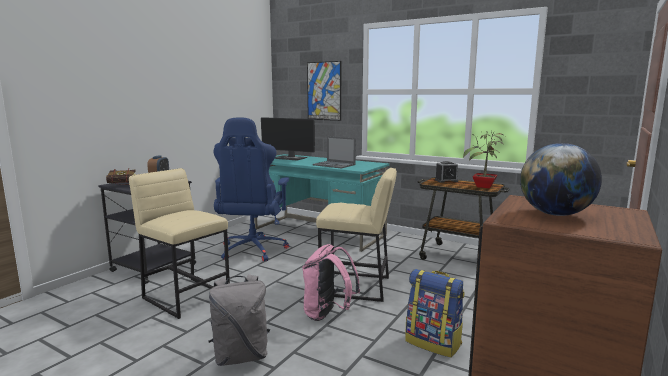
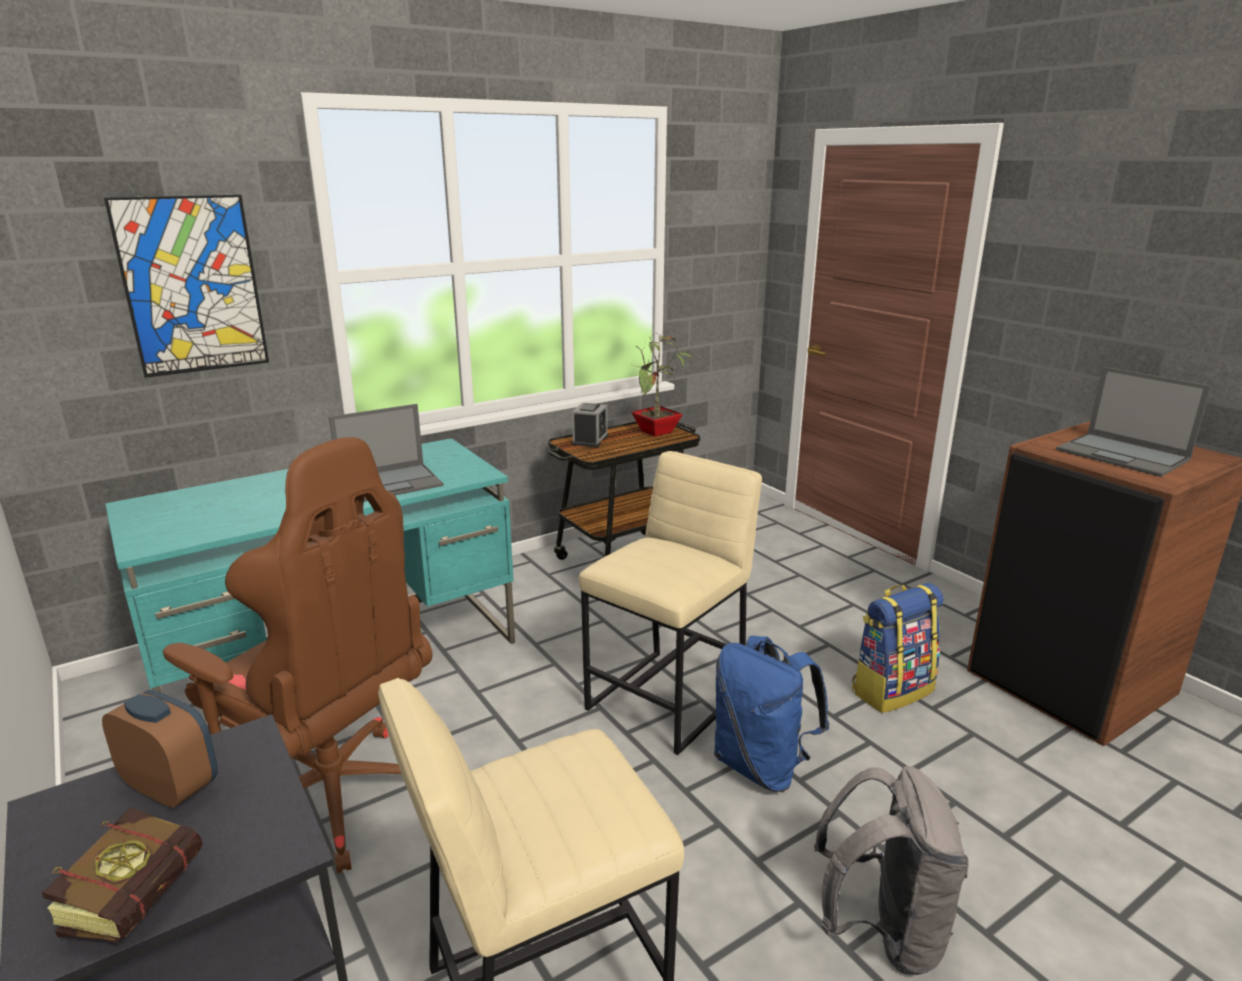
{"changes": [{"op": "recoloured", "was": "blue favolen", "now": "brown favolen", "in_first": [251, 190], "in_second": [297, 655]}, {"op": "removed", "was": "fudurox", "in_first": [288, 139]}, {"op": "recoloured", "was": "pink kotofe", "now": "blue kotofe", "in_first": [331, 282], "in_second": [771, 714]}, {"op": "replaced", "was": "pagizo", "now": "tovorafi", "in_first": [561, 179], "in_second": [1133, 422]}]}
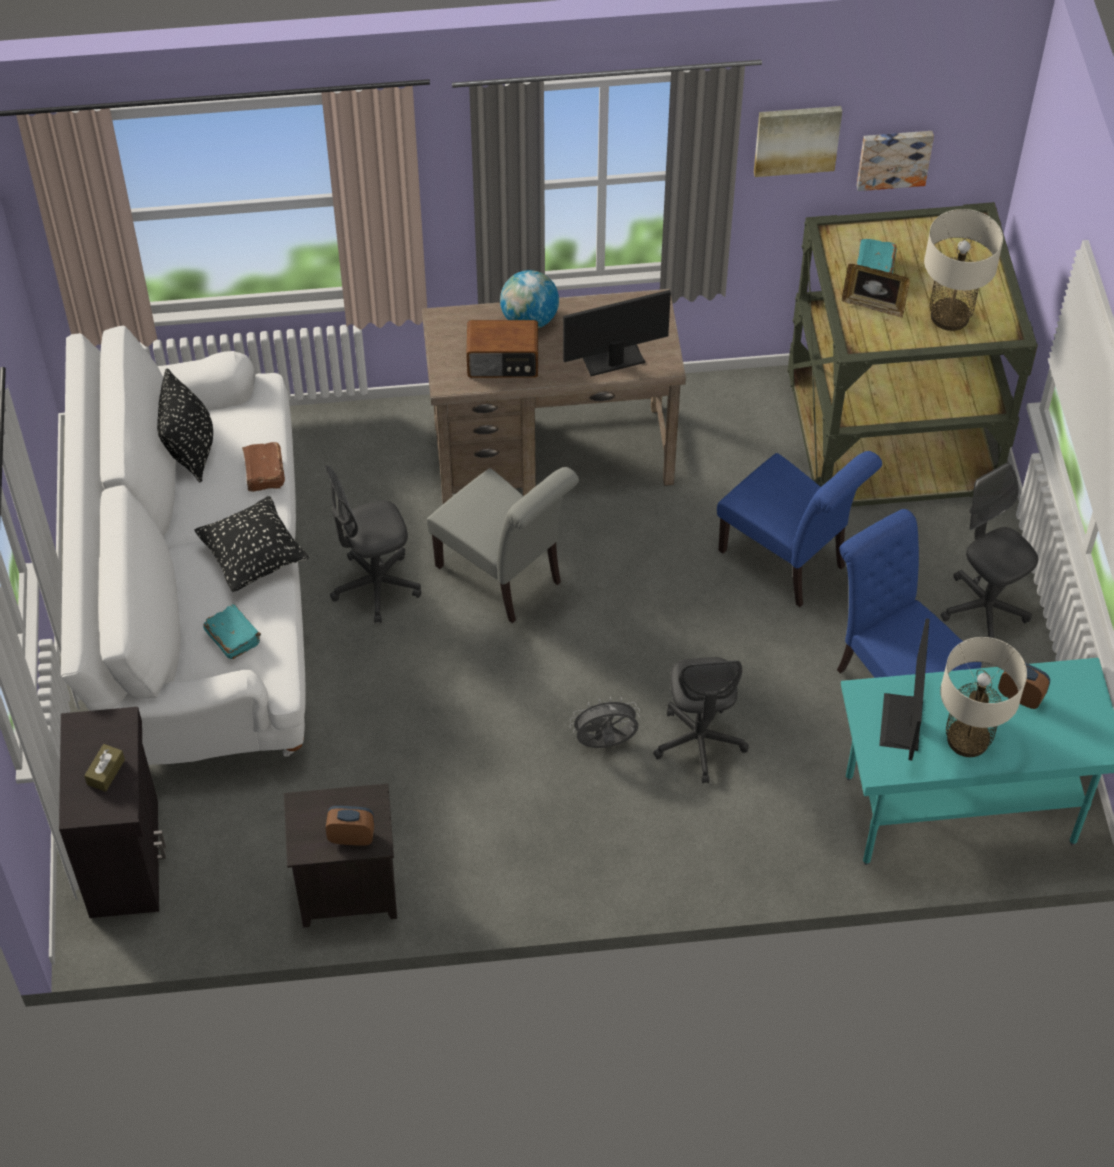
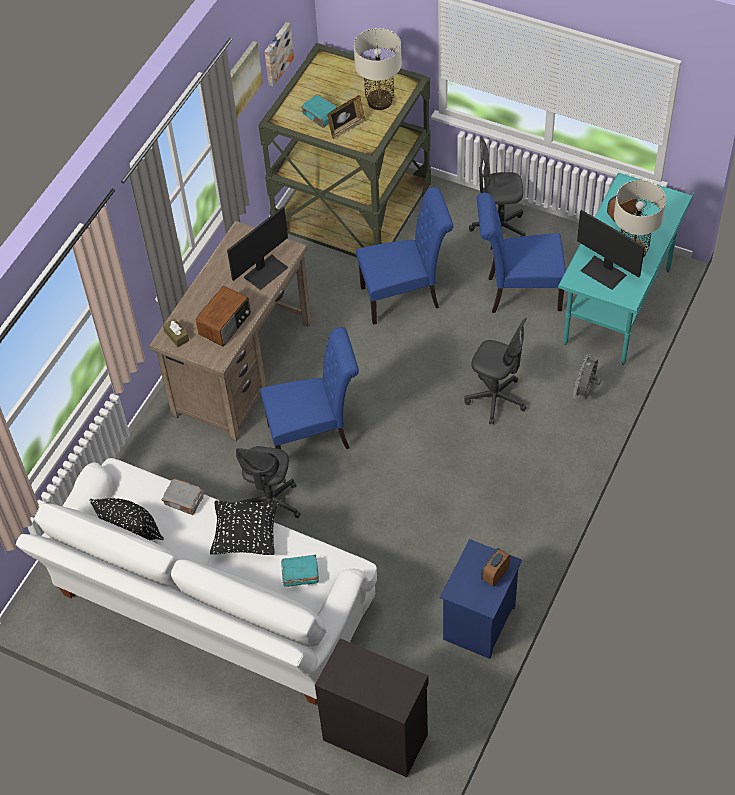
{"changes": [{"op": "moved", "was": "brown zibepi", "in_first": [104, 768], "in_second": [176, 333]}, {"op": "recoloured", "was": "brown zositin", "now": "grey zositin", "in_first": [263, 467], "in_second": [183, 497]}, {"op": "recoloured", "was": "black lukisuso", "now": "blue lukisuso", "in_first": [340, 856], "in_second": [481, 599]}, {"op": "recoloured", "was": "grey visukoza", "now": "blue visukoza", "in_first": [502, 545], "in_second": [309, 388]}, {"op": "removed", "was": "pagizo", "in_first": [529, 299]}, {"op": "turned", "was": "fudurox", "in_first": [617, 333], "in_second": [258, 248], "clockwise": -150}, {"op": "moved", "was": "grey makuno", "in_first": [605, 722], "in_second": [587, 376]}]}
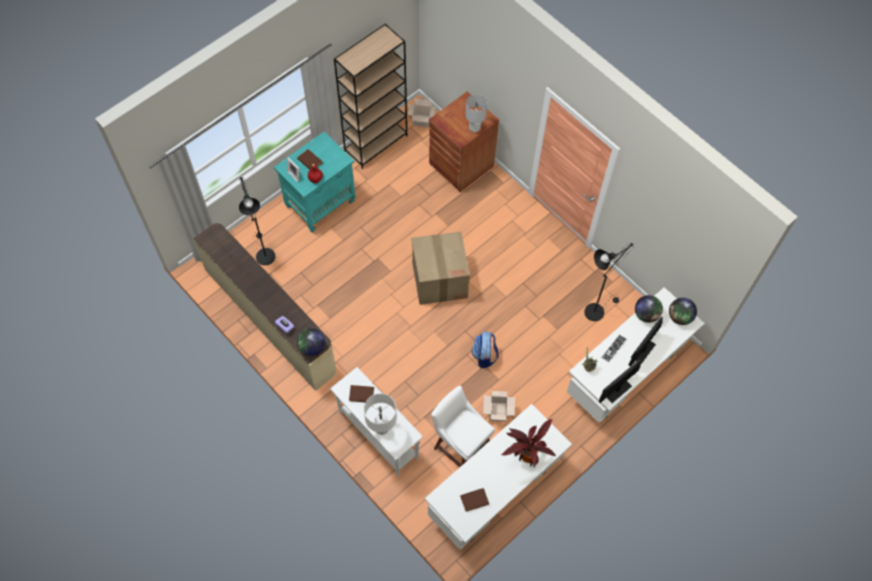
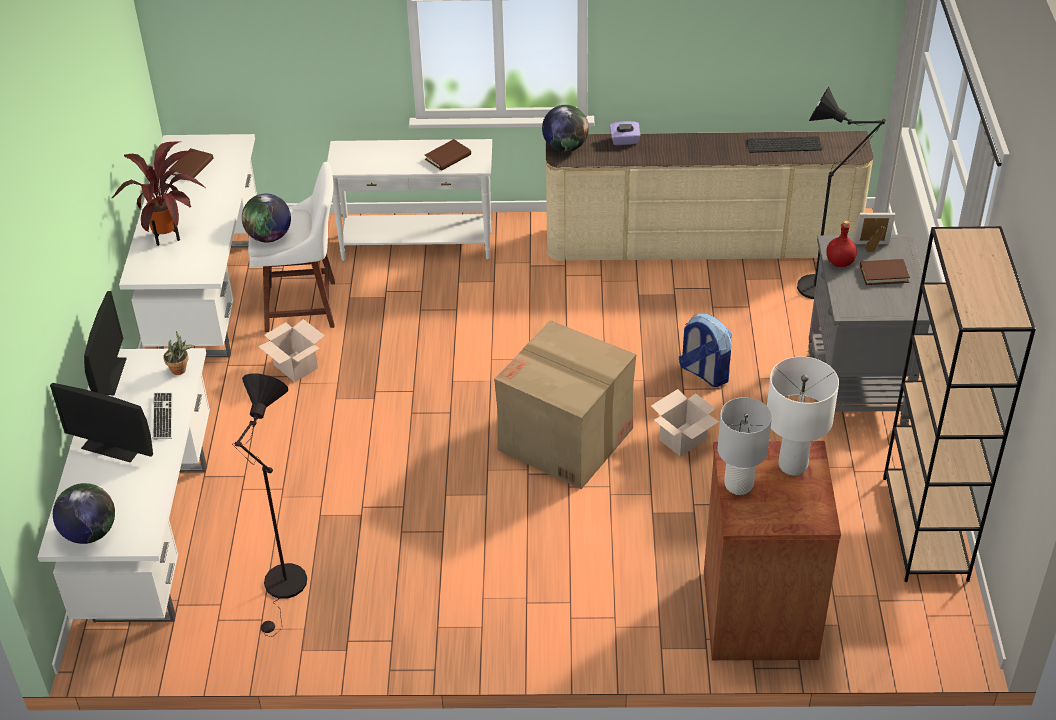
{"changes": [{"op": "recoloured", "was": "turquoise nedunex", "now": "grey nedunex", "in_first": [314, 182], "in_second": [869, 330]}, {"op": "moved", "was": "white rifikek", "in_first": [380, 414], "in_second": [803, 415]}, {"op": "moved", "was": "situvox", "in_first": [422, 113], "in_second": [685, 423]}, {"op": "moved", "was": "kotofe", "in_first": [485, 349], "in_second": [705, 350]}, {"op": "turned", "was": "fudurox", "in_first": [646, 341], "in_second": [101, 423], "clockwise": 120}, {"op": "moved", "was": "pagizo", "in_first": [649, 309], "in_second": [266, 218]}, {"op": "added", "now": "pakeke", "in_second": [784, 144]}]}
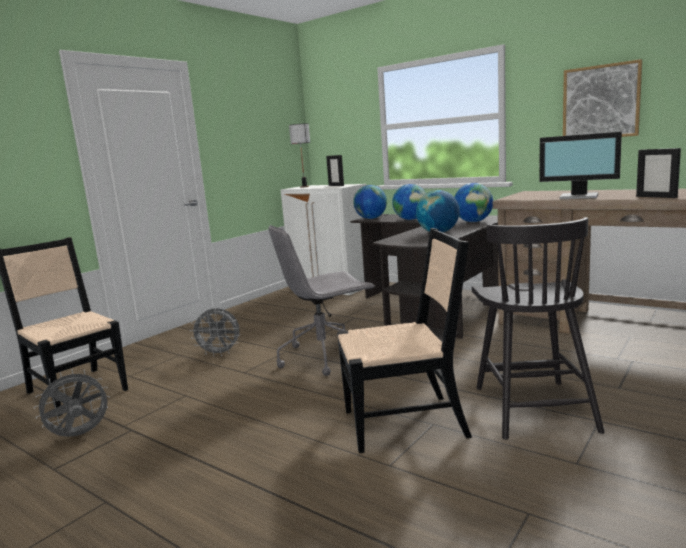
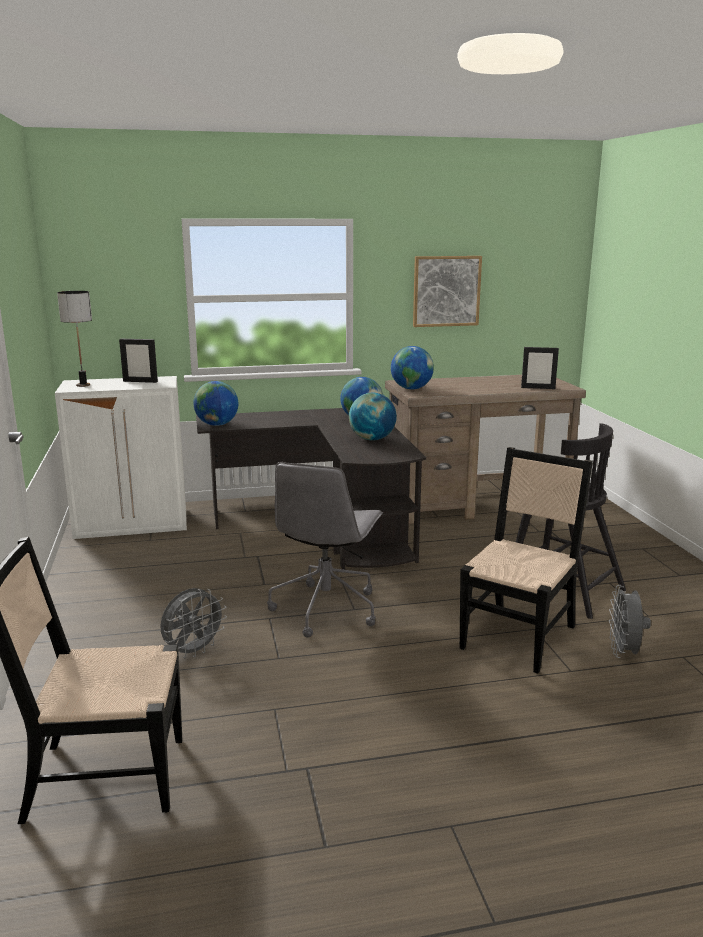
{"changes": [{"op": "moved", "was": "grey makuno", "in_first": [72, 403], "in_second": [630, 621]}, {"op": "moved", "was": "pagizo", "in_first": [409, 202], "in_second": [412, 368]}, {"op": "removed", "was": "fudurox", "in_first": [580, 165]}]}
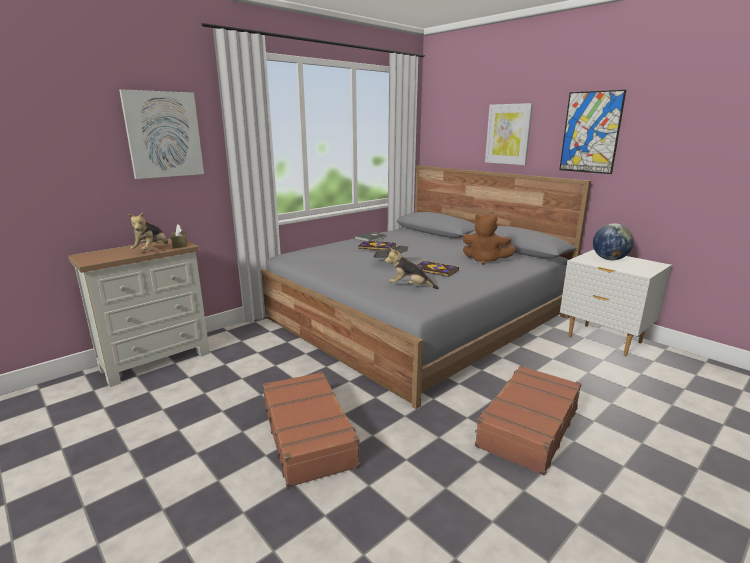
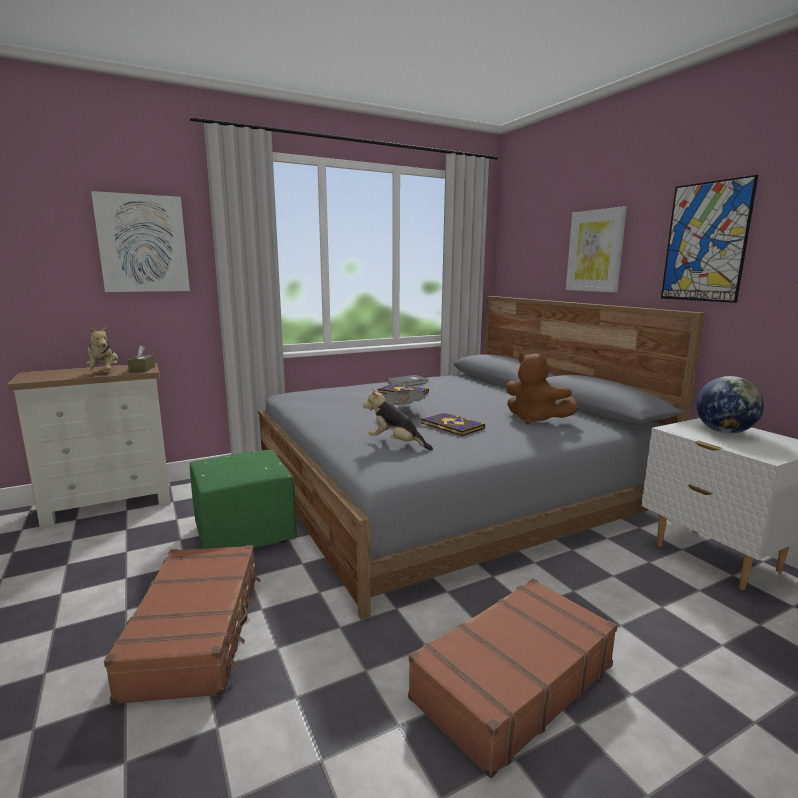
{"changes": [{"op": "turned", "was": "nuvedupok", "in_first": [148, 231], "in_second": [102, 348], "clockwise": -45}, {"op": "added", "now": "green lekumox", "in_second": [243, 499]}]}
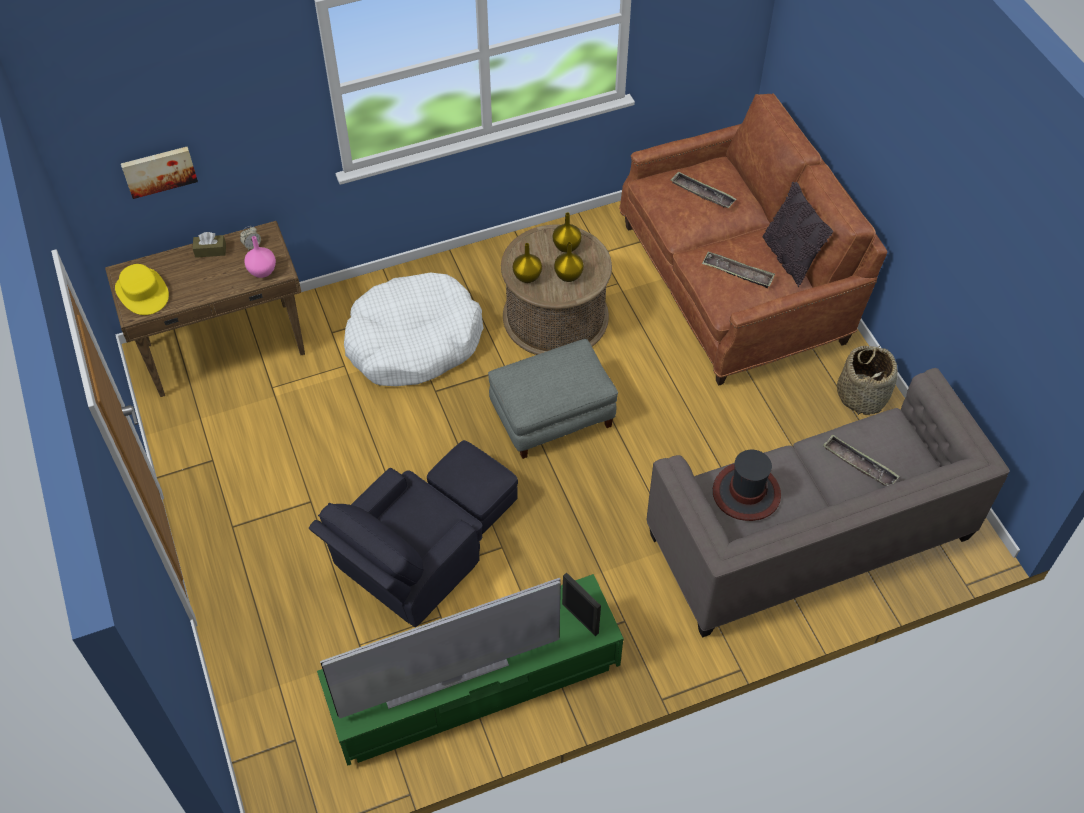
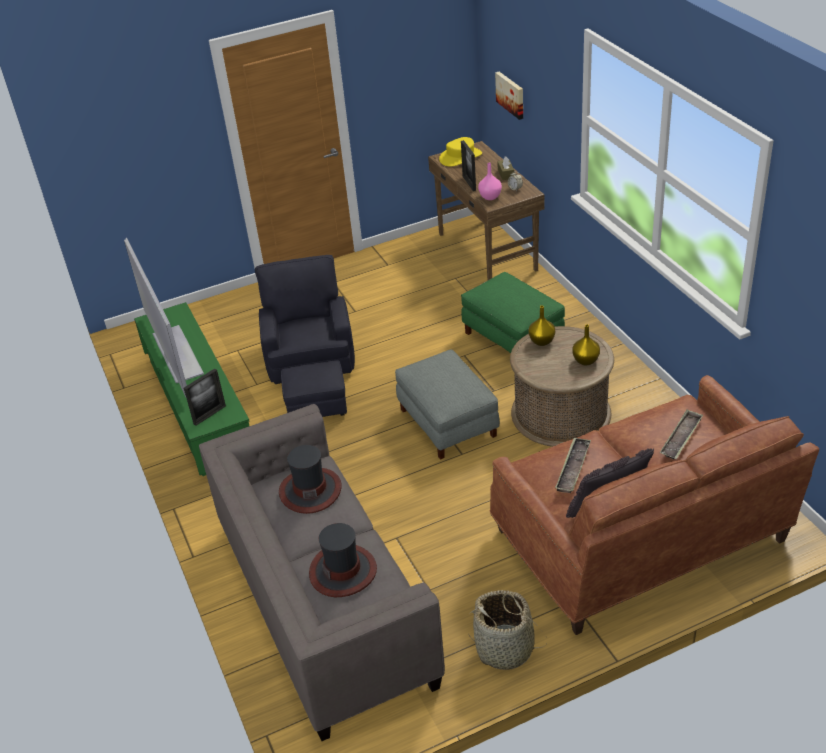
{"changes": [{"op": "turned", "was": "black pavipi", "in_first": [413, 533], "in_second": [305, 336], "clockwise": 45}, {"op": "replaced", "was": "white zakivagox", "now": "green lekumox", "in_first": [413, 329], "in_second": [513, 312]}, {"op": "removed", "was": "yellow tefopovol", "in_first": [569, 262]}, {"op": "replaced", "was": "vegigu", "now": "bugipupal", "in_first": [861, 460], "in_second": [343, 560]}, {"op": "added", "now": "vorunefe", "in_second": [468, 165]}]}
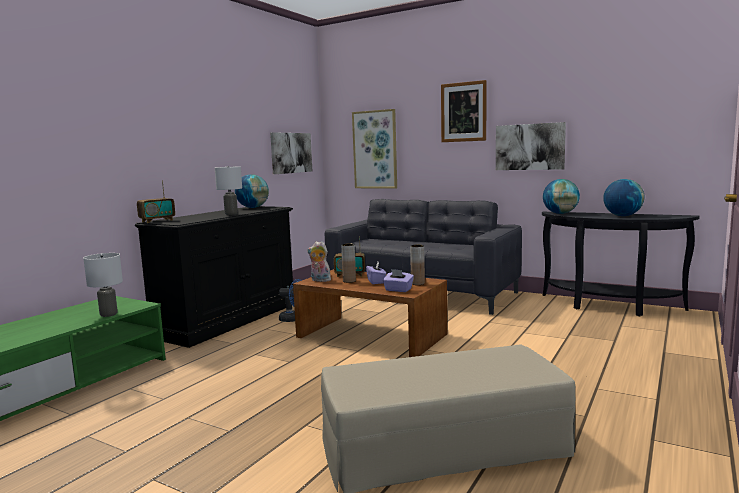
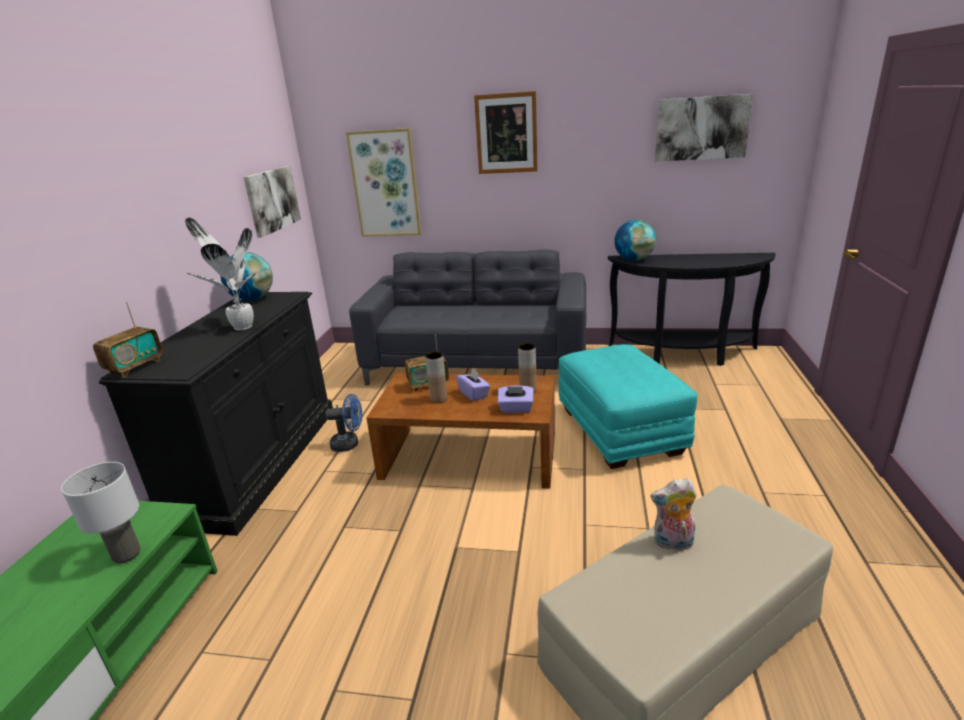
{"changes": [{"op": "replaced", "was": "white rifikek", "now": "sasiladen", "in_first": [228, 190], "in_second": [221, 274]}, {"op": "moved", "was": "nuvedupok", "in_first": [319, 261], "in_second": [674, 514]}, {"op": "moved", "was": "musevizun", "in_first": [531, 146], "in_second": [704, 127]}, {"op": "removed", "was": "pagizo", "in_first": [623, 197]}, {"op": "added", "now": "turquoise lekumox", "in_second": [627, 406]}]}
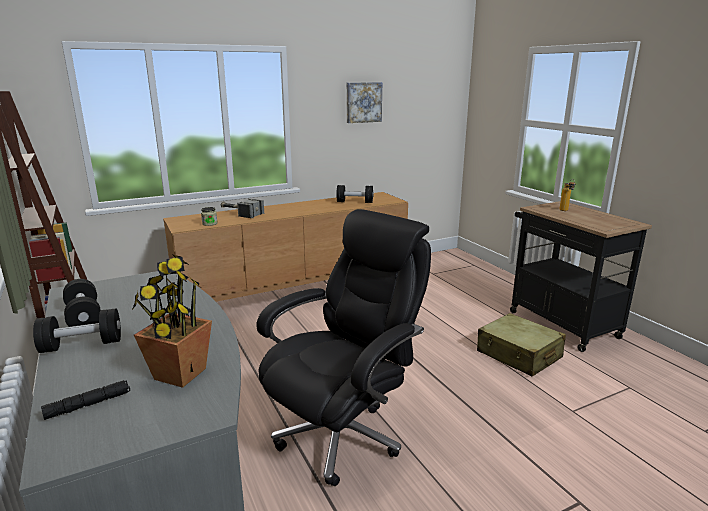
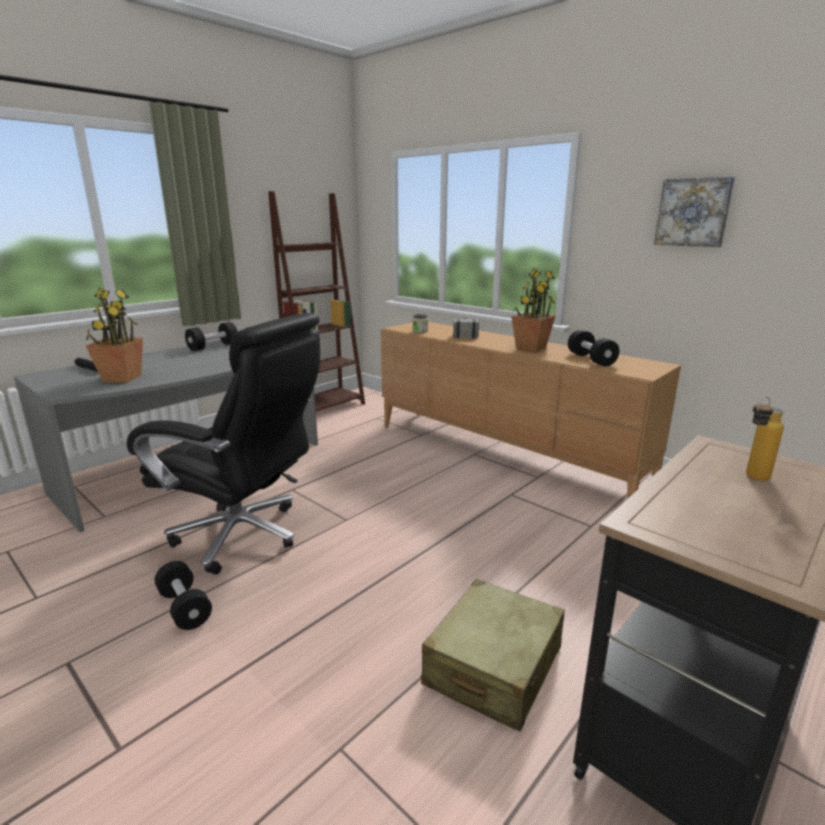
{"changes": [{"op": "moved", "was": "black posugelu", "in_first": [77, 330], "in_second": [183, 595]}, {"op": "added", "now": "sasiladen", "in_second": [533, 310]}]}
